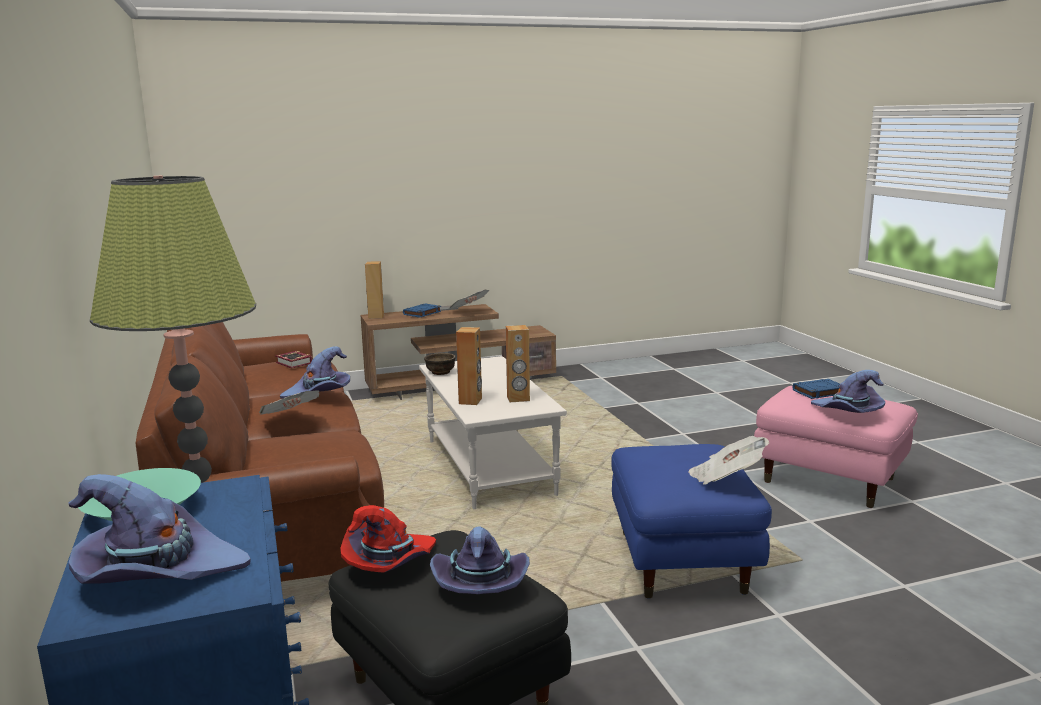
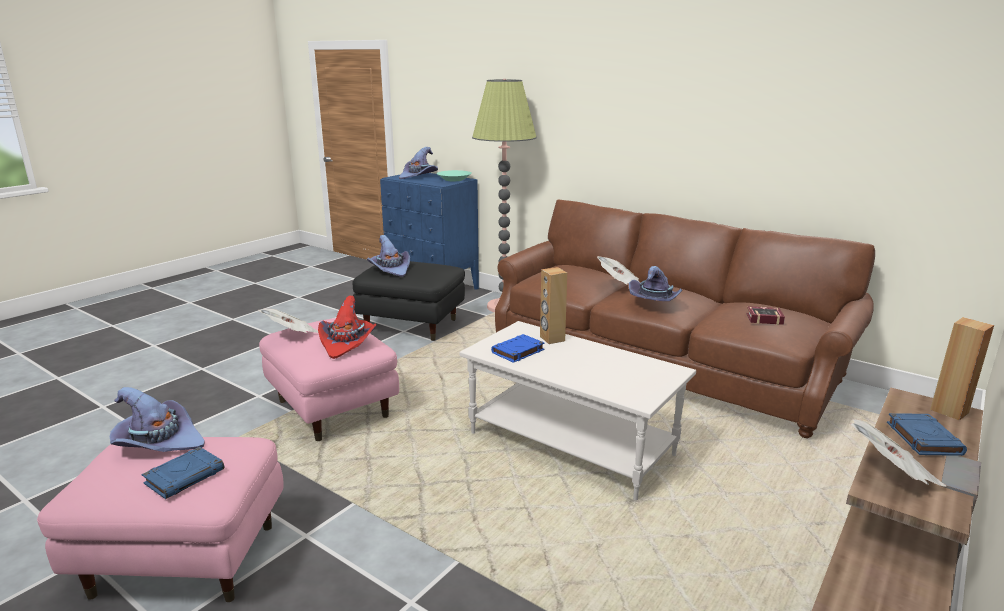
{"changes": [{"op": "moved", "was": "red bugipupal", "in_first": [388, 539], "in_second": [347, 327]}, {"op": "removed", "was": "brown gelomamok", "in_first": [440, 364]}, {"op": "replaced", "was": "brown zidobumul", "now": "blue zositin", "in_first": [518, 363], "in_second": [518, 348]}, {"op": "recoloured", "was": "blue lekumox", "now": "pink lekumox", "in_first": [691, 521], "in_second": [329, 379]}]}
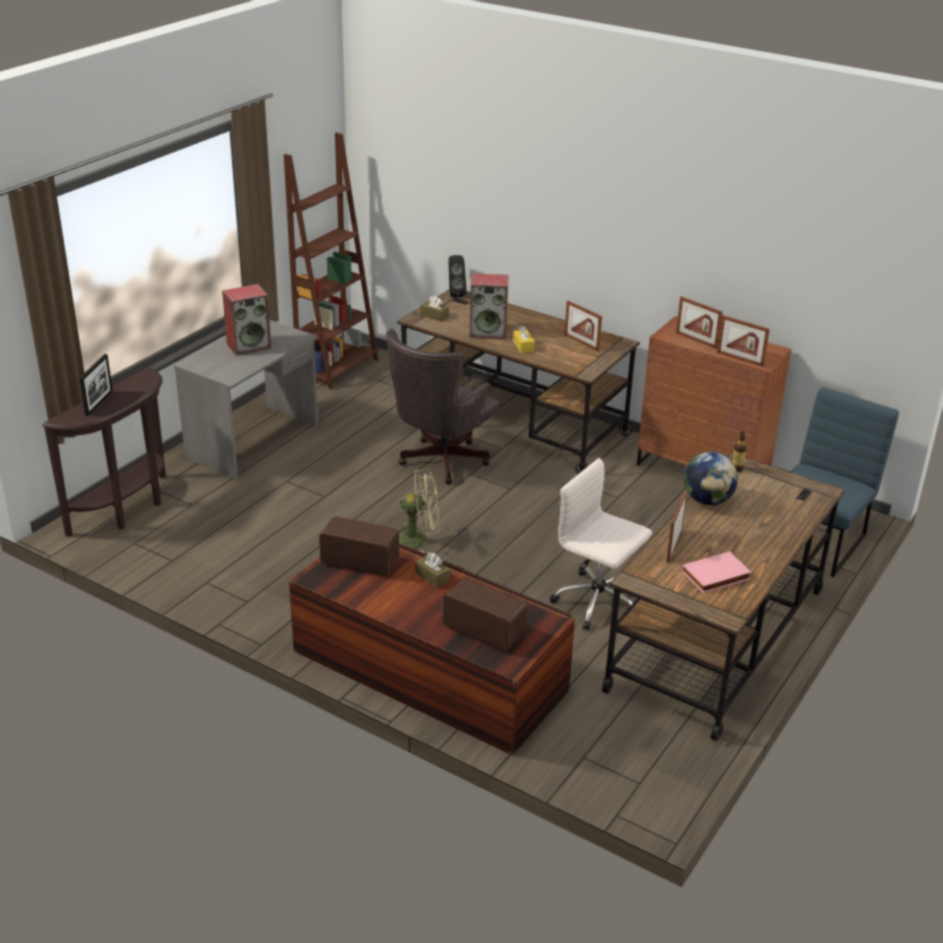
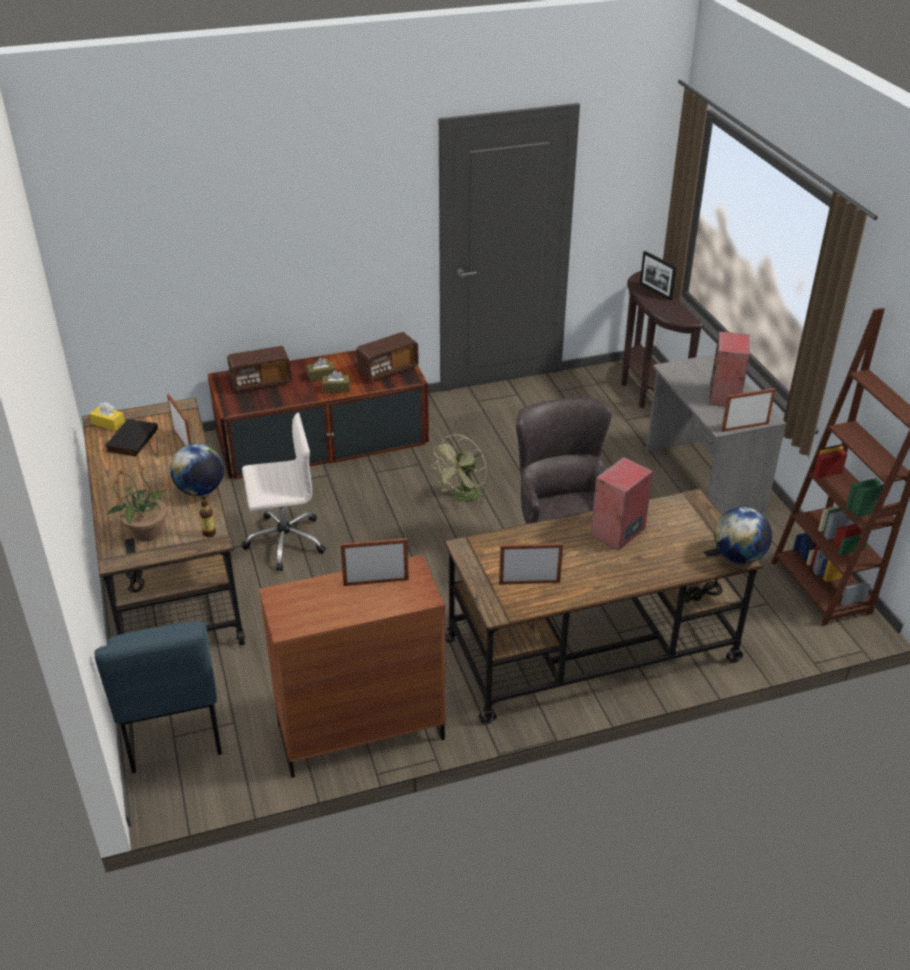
{"changes": [{"op": "moved", "was": "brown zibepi", "in_first": [434, 309], "in_second": [321, 369]}, {"op": "replaced", "was": "black zidobumul", "now": "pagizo", "in_first": [458, 276], "in_second": [743, 535]}, {"op": "moved", "was": "yellow zibepi", "in_first": [524, 339], "in_second": [107, 416]}, {"op": "recoloured", "was": "pink zositin", "now": "black zositin", "in_first": [716, 572], "in_second": [131, 438]}, {"op": "moved", "was": "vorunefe", "in_first": [743, 341], "in_second": [748, 410]}, {"op": "added", "now": "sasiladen", "in_second": [138, 502]}]}
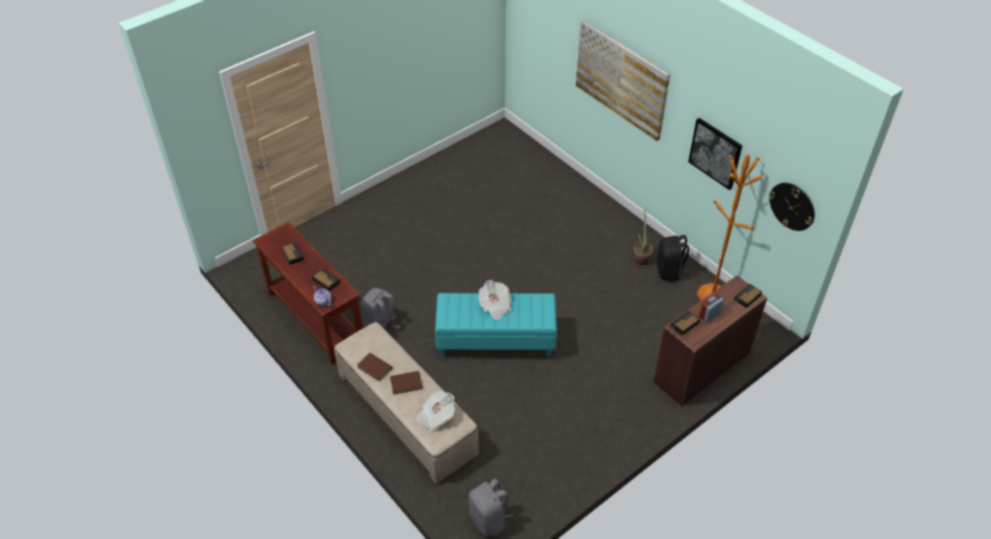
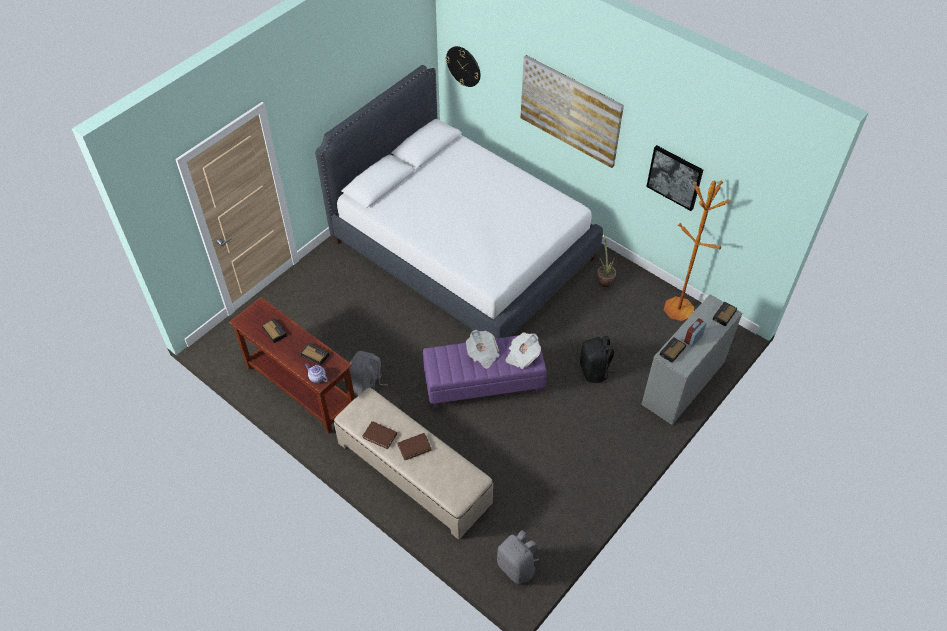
{"changes": [{"op": "moved", "was": "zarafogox", "in_first": [435, 410], "in_second": [523, 350]}, {"op": "recoloured", "was": "turquoise lekumox", "now": "purple lekumox", "in_first": [496, 324], "in_second": [485, 370]}, {"op": "recoloured", "was": "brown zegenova", "now": "grey zegenova", "in_first": [710, 340], "in_second": [691, 359]}, {"op": "moved", "was": "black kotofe", "in_first": [673, 258], "in_second": [597, 359]}, {"op": "moved", "was": "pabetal", "in_first": [792, 207], "in_second": [463, 66]}, {"op": "added", "now": "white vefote", "in_second": [459, 202]}]}
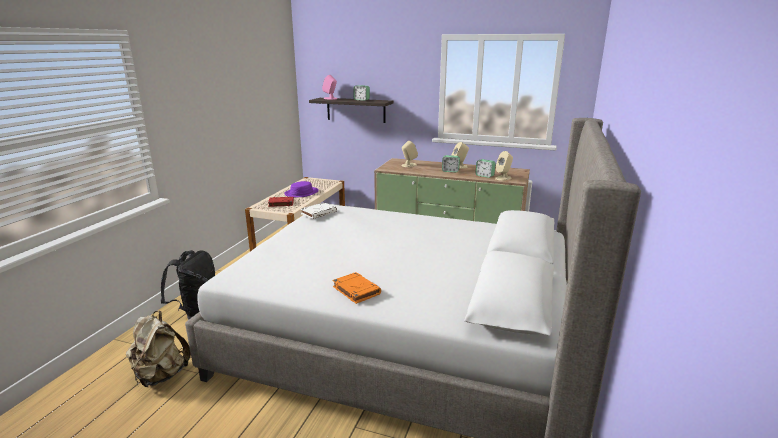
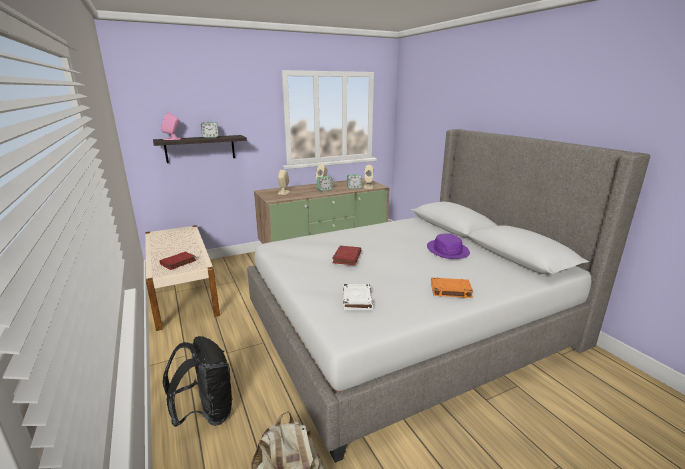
{"changes": [{"op": "moved", "was": "purple bugipupal", "in_first": [301, 189], "in_second": [448, 246]}, {"op": "moved", "was": "white zositin", "in_first": [318, 210], "in_second": [358, 297]}, {"op": "added", "now": "red zositin", "in_second": [346, 255]}]}
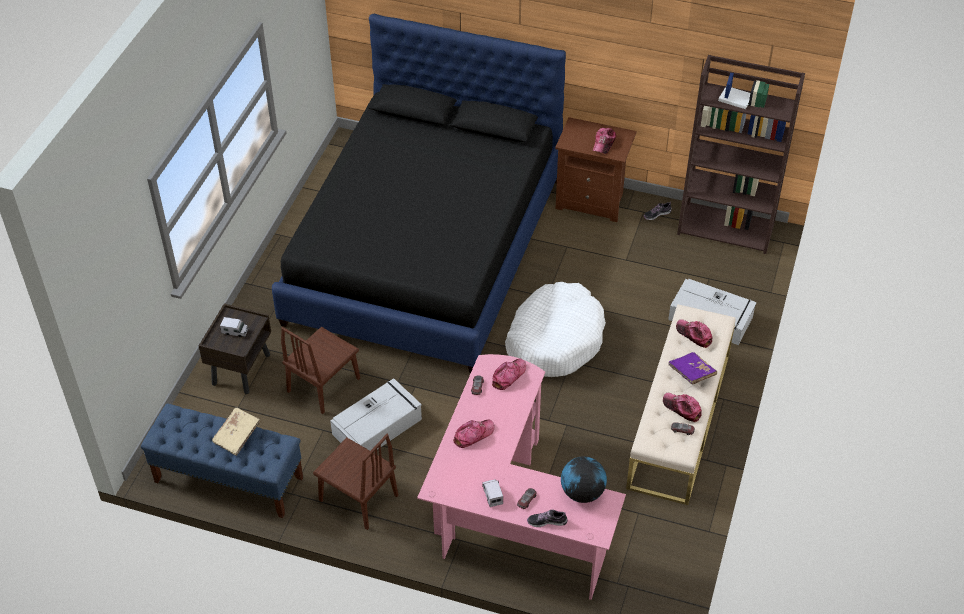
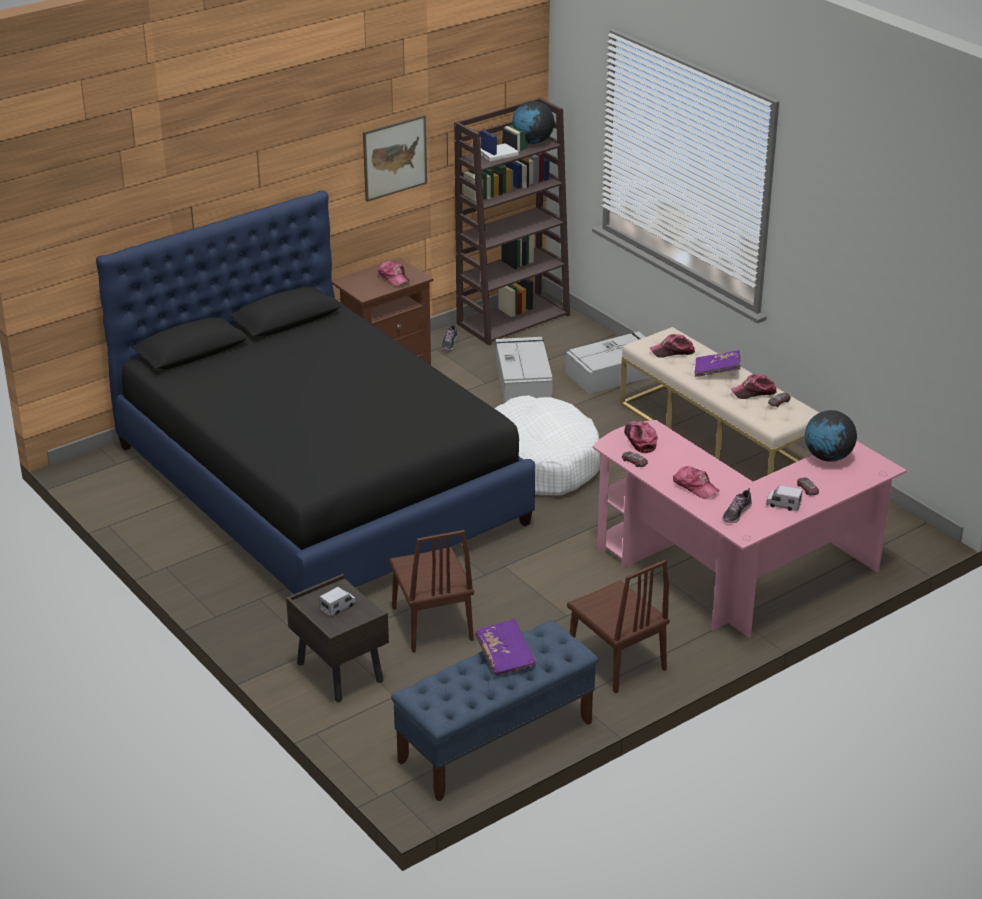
{"changes": [{"op": "recoloured", "was": "beige zositin", "now": "purple zositin", "in_first": [236, 432], "in_second": [506, 648]}, {"op": "turned", "was": "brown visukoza", "in_first": [355, 482], "in_second": [618, 626], "clockwise": 75}, {"op": "moved", "was": "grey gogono", "in_first": [376, 414], "in_second": [524, 370]}, {"op": "turned", "was": "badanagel", "in_first": [474, 433], "in_second": [696, 482], "clockwise": 135}, {"op": "moved", "was": "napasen", "in_first": [547, 518], "in_second": [737, 505]}, {"op": "added", "now": "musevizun", "in_second": [395, 158]}, {"op": "added", "now": "pagizo", "in_second": [533, 122]}]}
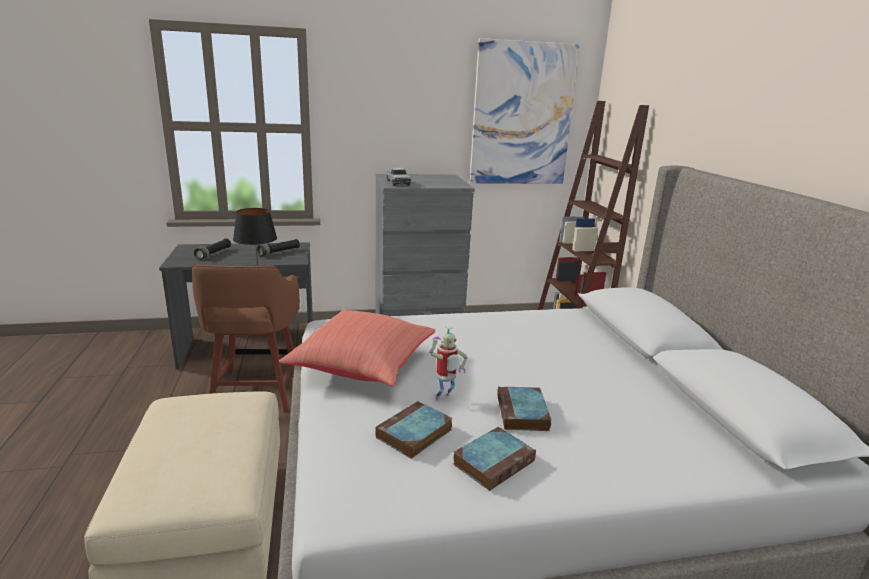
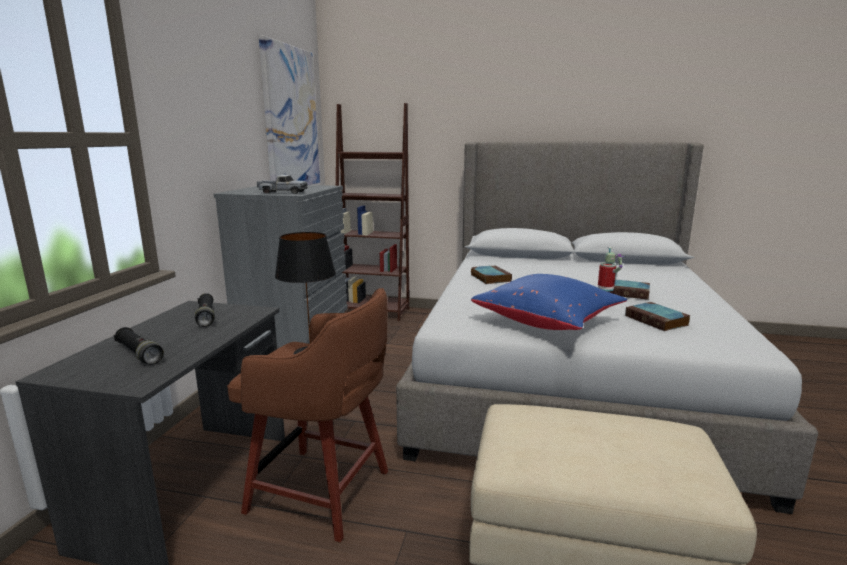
{"changes": [{"op": "recoloured", "was": "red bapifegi", "now": "blue bapifegi", "in_first": [357, 348], "in_second": [549, 302]}, {"op": "moved", "was": "zositin", "in_first": [494, 459], "in_second": [491, 274]}]}
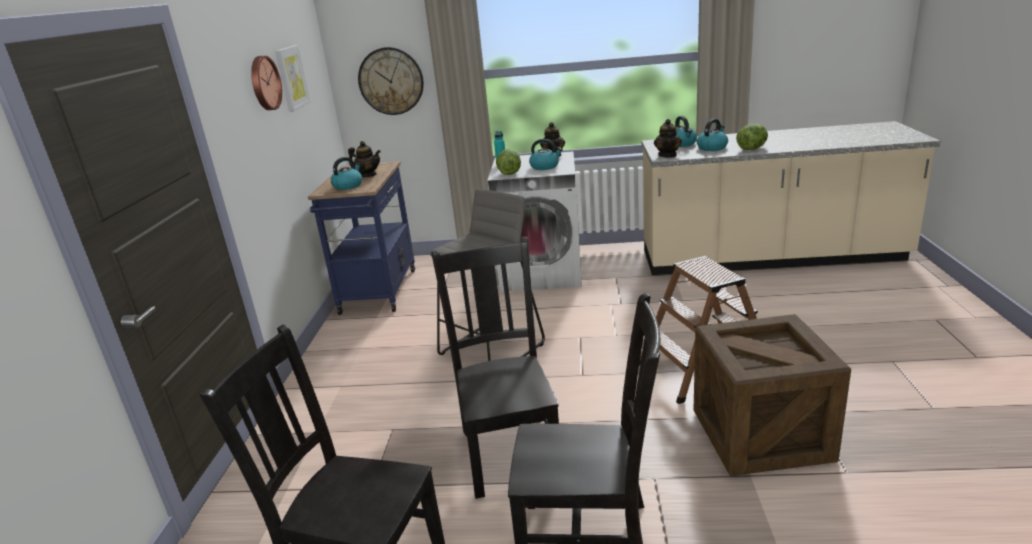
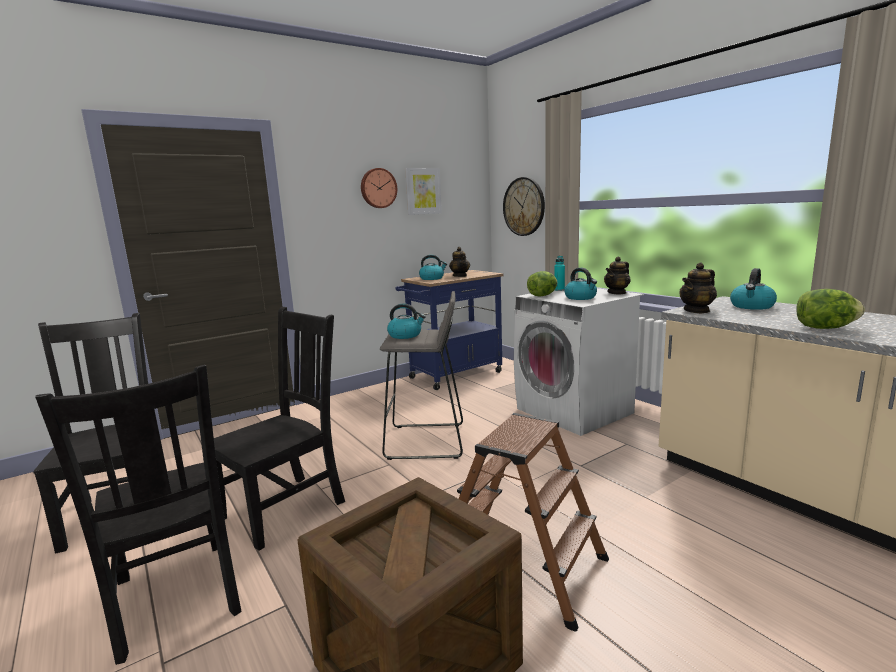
{"changes": [{"op": "moved", "was": "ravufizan", "in_first": [712, 135], "in_second": [406, 321]}]}
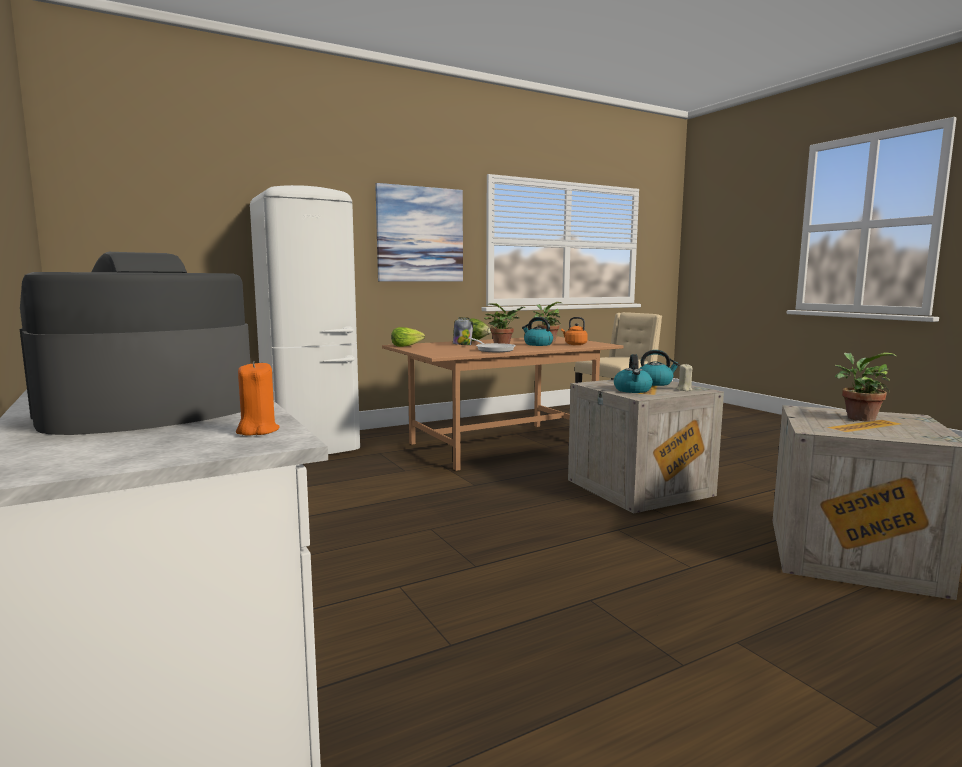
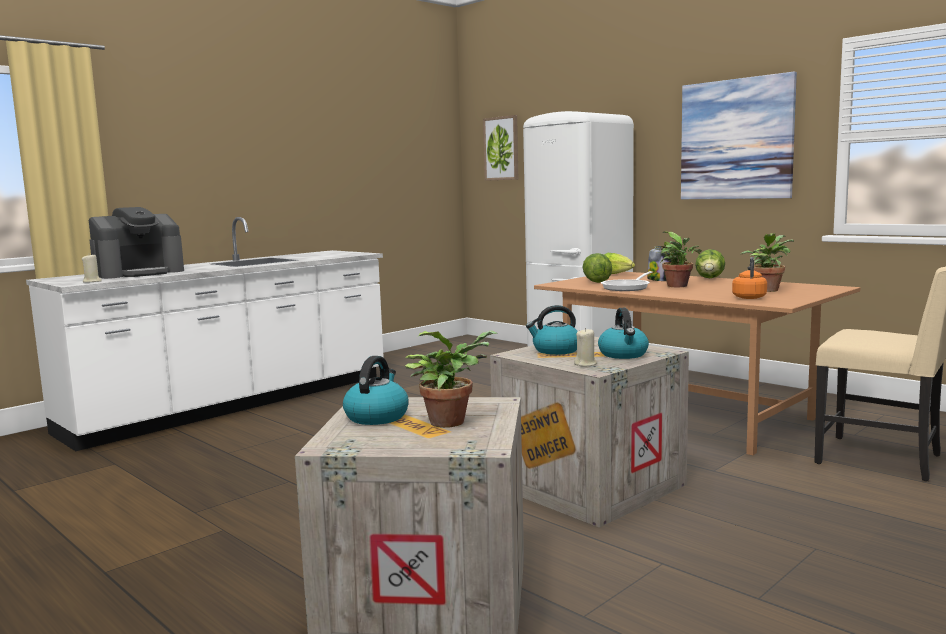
{"changes": [{"op": "turned", "was": "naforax", "in_first": [135, 343], "in_second": [136, 243], "clockwise": 105}, {"op": "recoloured", "was": "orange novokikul", "now": "beige novokikul", "in_first": [257, 398], "in_second": [92, 268]}, {"op": "moved", "was": "ravufizan", "in_first": [537, 331], "in_second": [376, 390]}, {"op": "added", "now": "musevizun", "in_second": [500, 148]}, {"op": "added", "now": "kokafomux", "in_second": [597, 268]}]}
